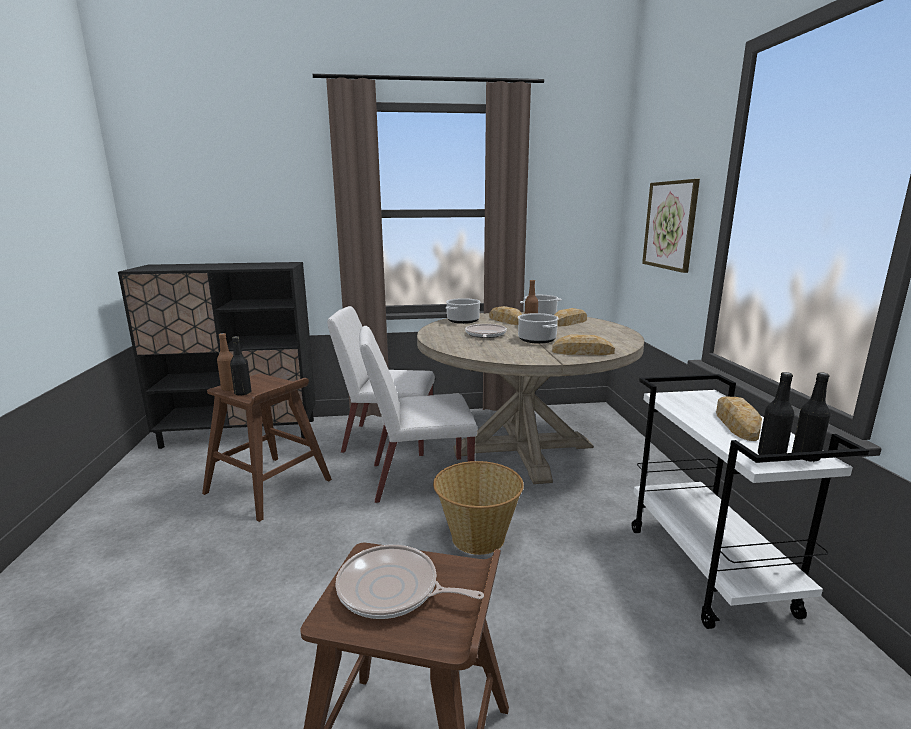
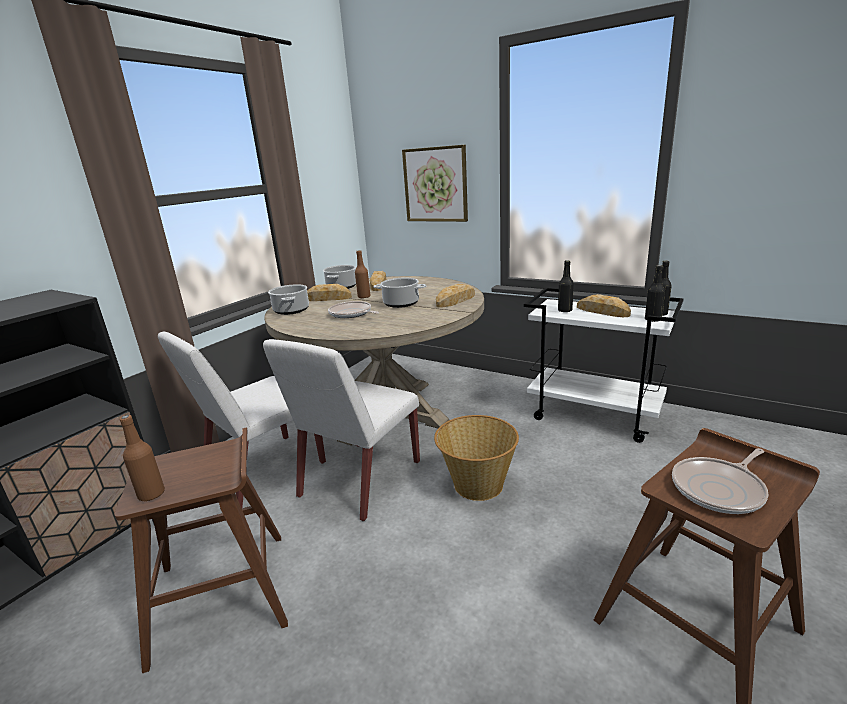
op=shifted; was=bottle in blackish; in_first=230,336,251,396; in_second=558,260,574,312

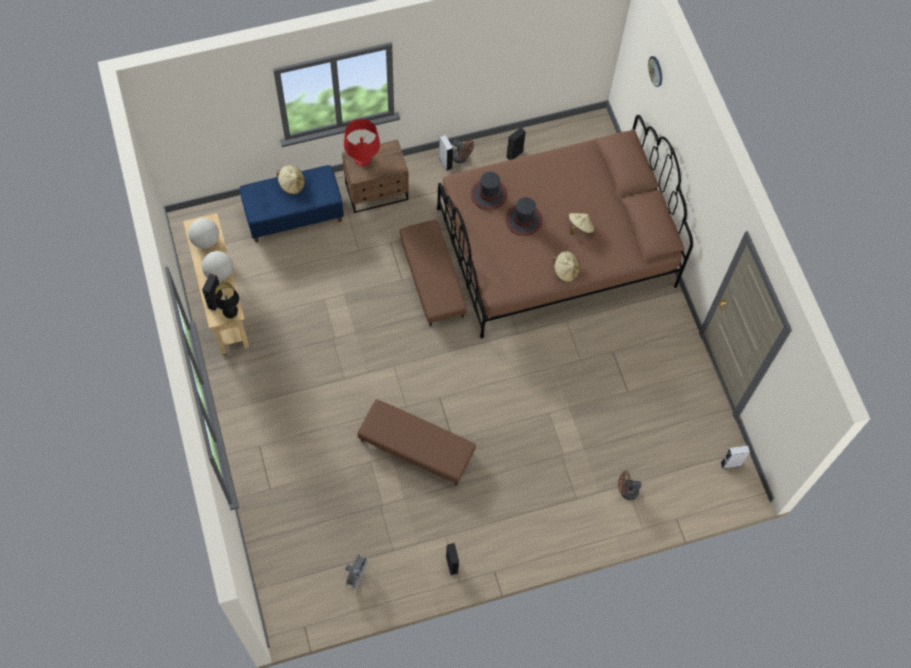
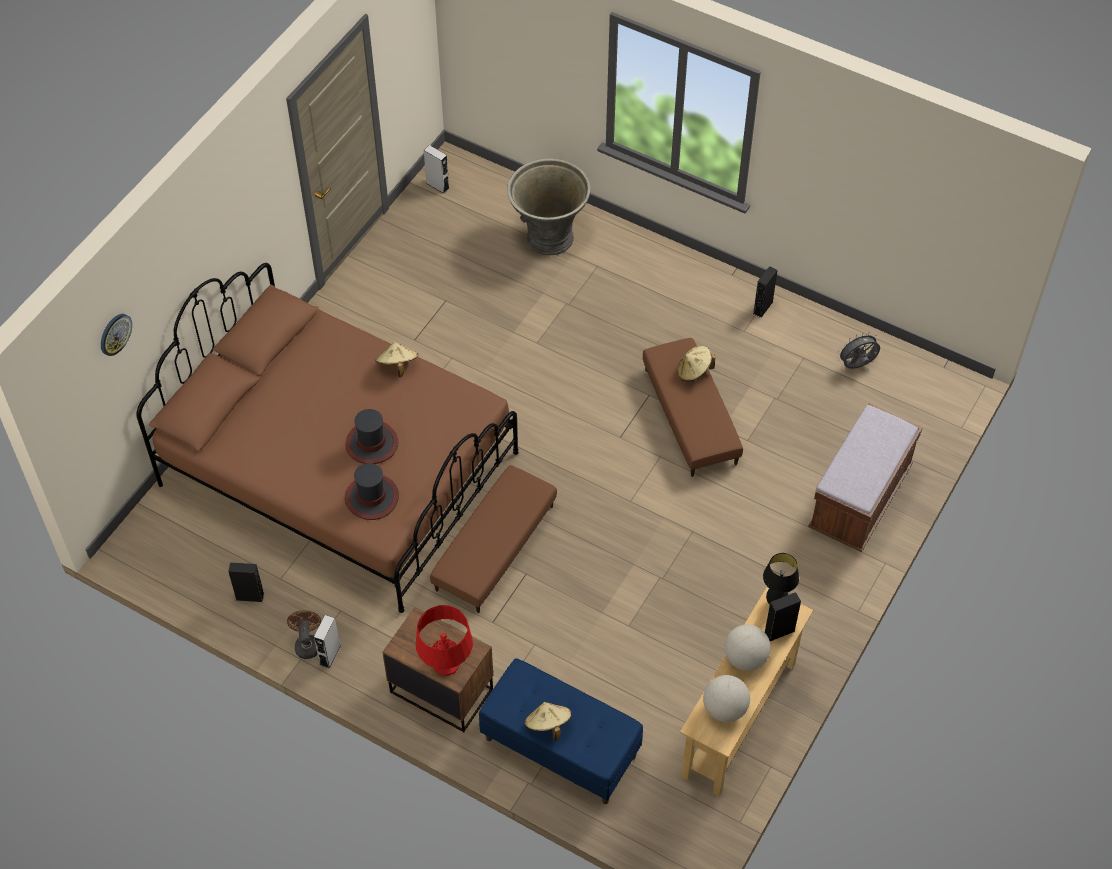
op=swapped; was=fan in brownish; now=planter in gray; in_first=618,471,642,500; in_second=507,158,590,255
op=shifted; was=wearable hat in beige; in_first=568,212,595,235; in_second=677,346,715,382
op=new; now=indoor bench in brownish; in_second=808,404,922,552

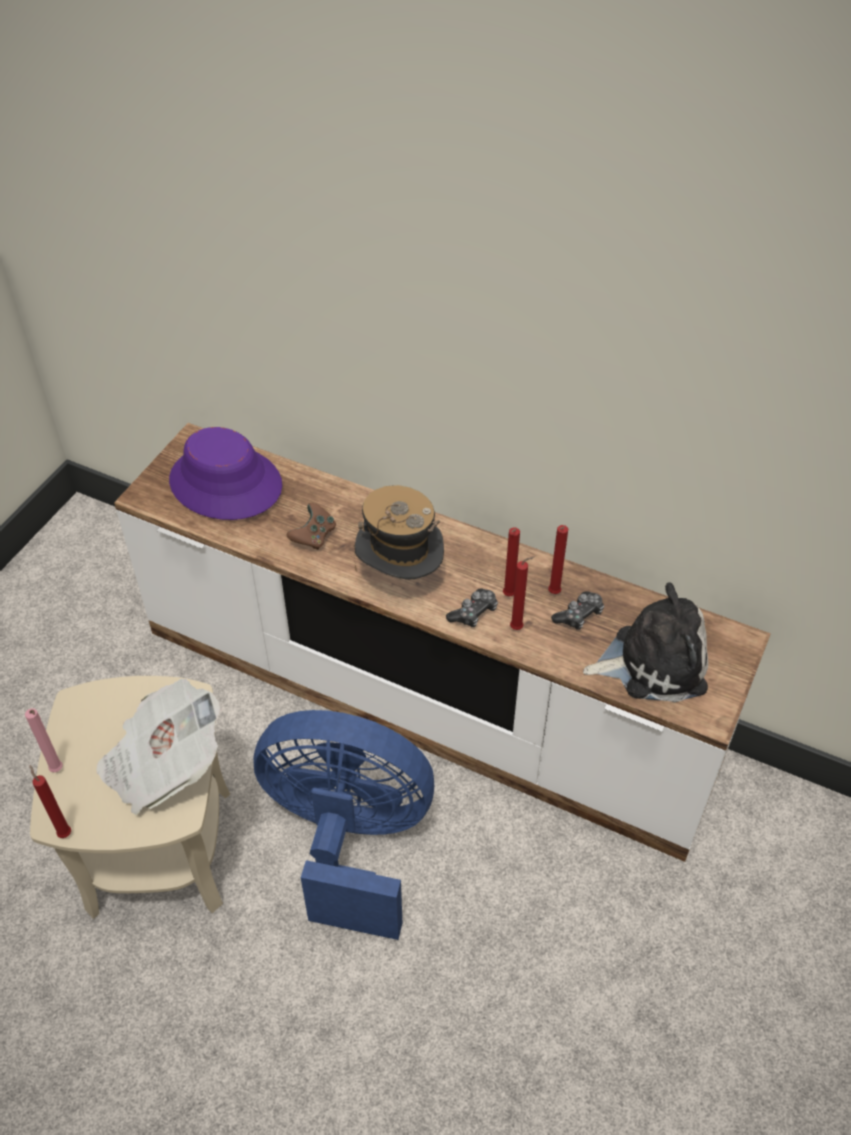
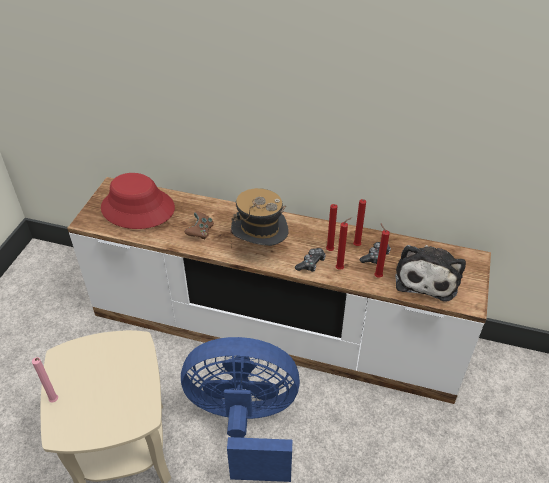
op=repainted; was=wearable hat in purplish; now=wearable hat in reddish; in_first=169,427,282,520; in_second=101,173,175,229
op=shifted; was=wax light in reddish; in_first=30,765,71,838; in_second=374,223,390,278
op=rotated; was=soft toy; in_first=583,583,708,702; in_second=395,245,466,302; clockwise=120
op=gone; was=daily paper; in_first=96,679,221,815

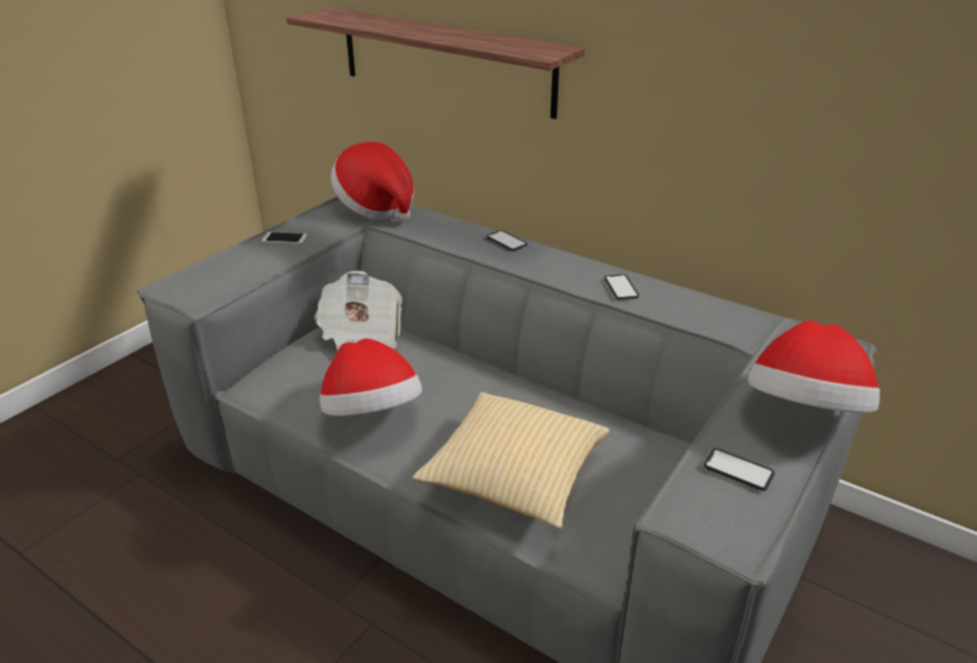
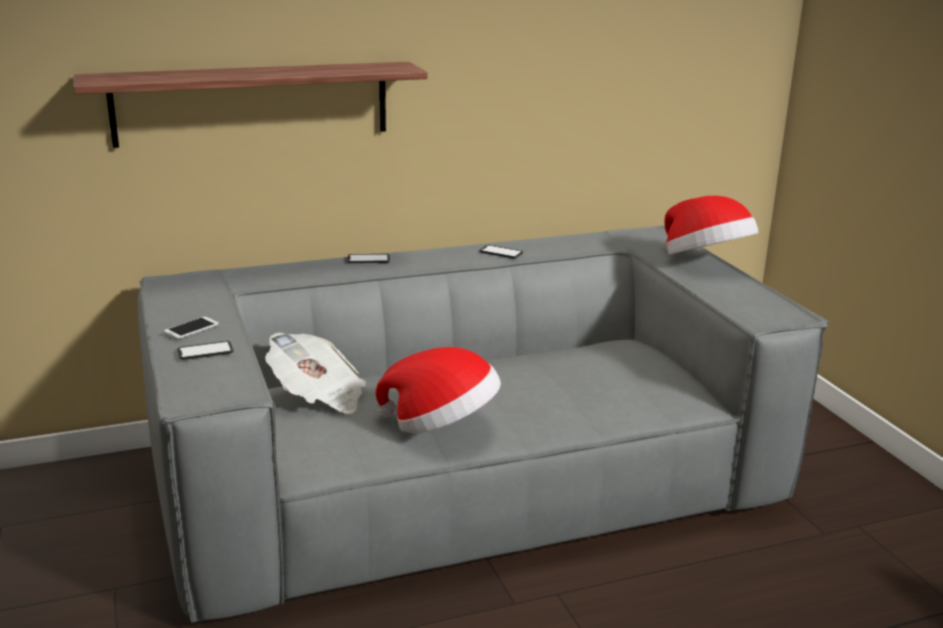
op=shifted; was=handset; in_first=703,448,775,491; in_second=177,341,234,360
op=gone; was=wearable hat; in_first=331,142,414,222
op=gone; was=pillow; in_first=413,392,610,529

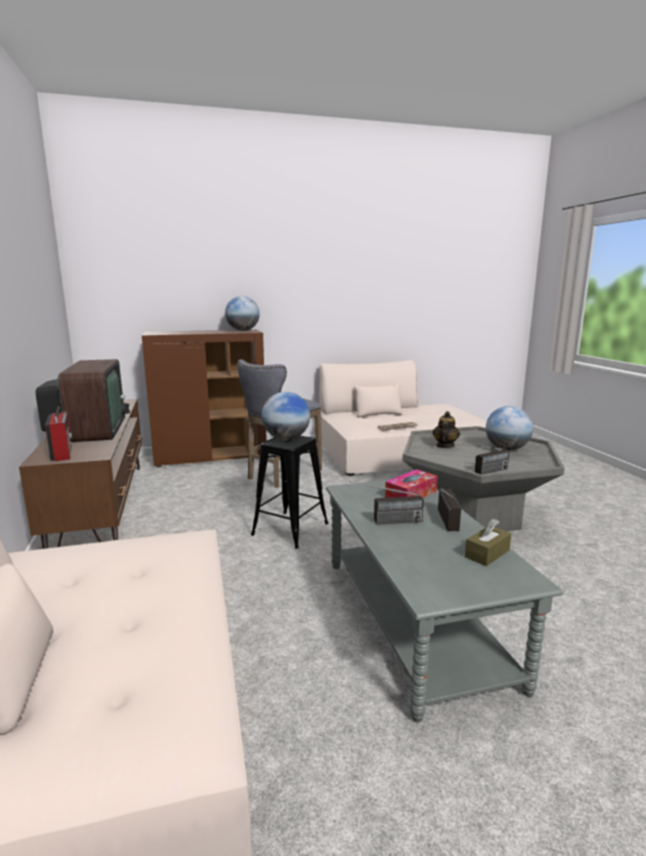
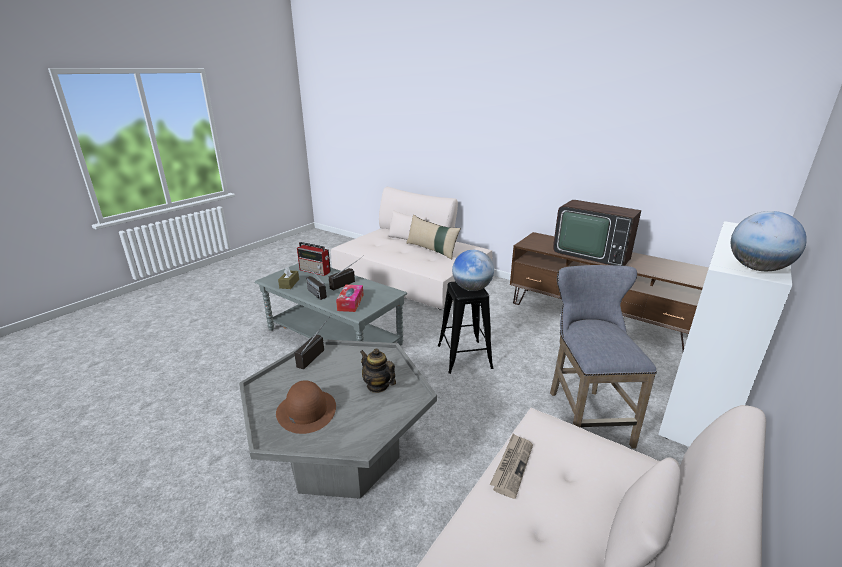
op=swapped; was=desk globe; now=wearable hat in brownish; in_first=486,406,533,451; in_second=276,380,336,434
op=shifted; was=radio receiver; in_first=45,406,72,461; in_second=297,242,331,276
op=rotated; was=tea pot; in_first=433,411,460,448; in_second=360,348,396,393; clockwise=150
op=new; now=pillow in beige; in_second=407,215,461,259
op=repainted; was=cupboard in brownish; now=cupboard in whitish; in_first=142,330,267,467; in_second=658,221,792,447

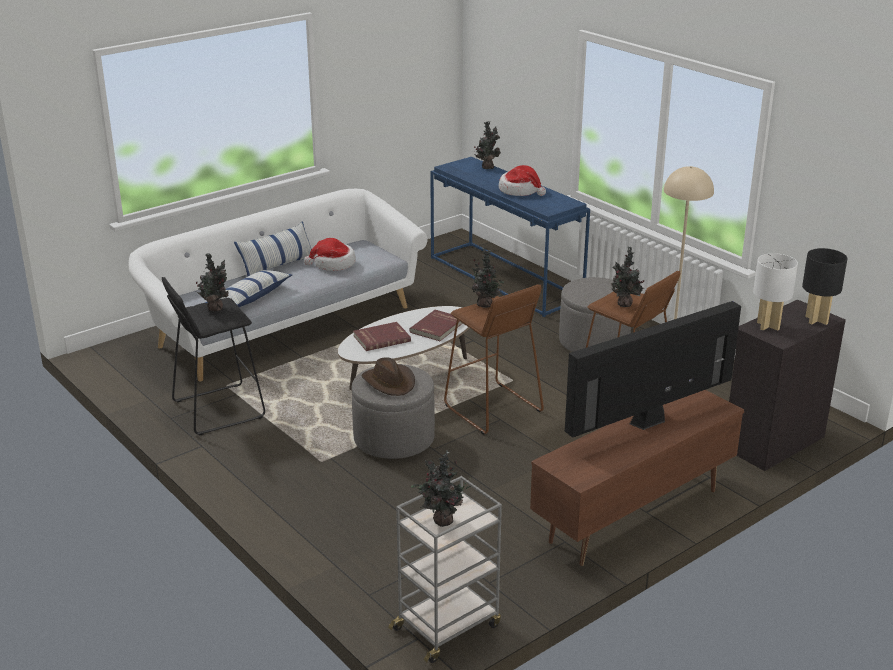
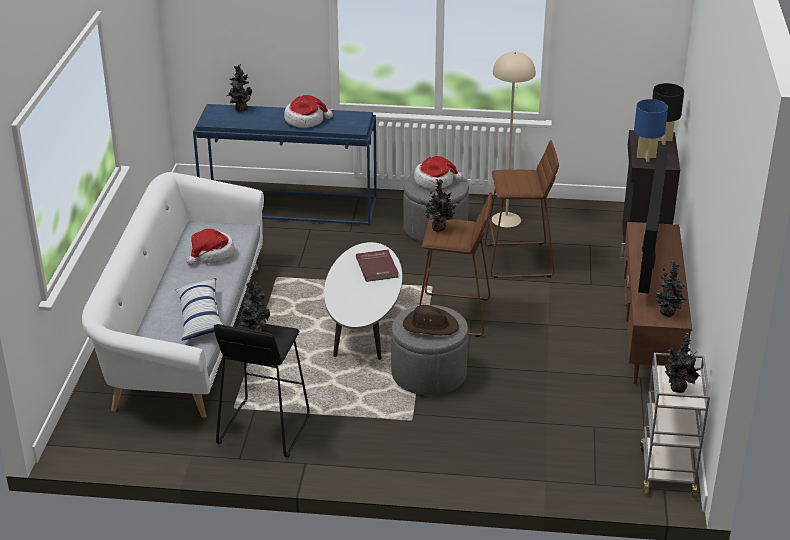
op=new; now=wearable hat; in_second=414,156,463,189
op=repainted; was=lamp for a table in whitish; now=lamp for a table in bluish; in_first=753,253,798,331; in_second=634,99,668,162
op=shifted; was=potted plant; in_first=611,247,645,307; in_second=655,260,687,317
op=gone; was=pillow; in_first=234,221,312,277
op=gone; was=bound book in reddish; in_first=353,322,411,351

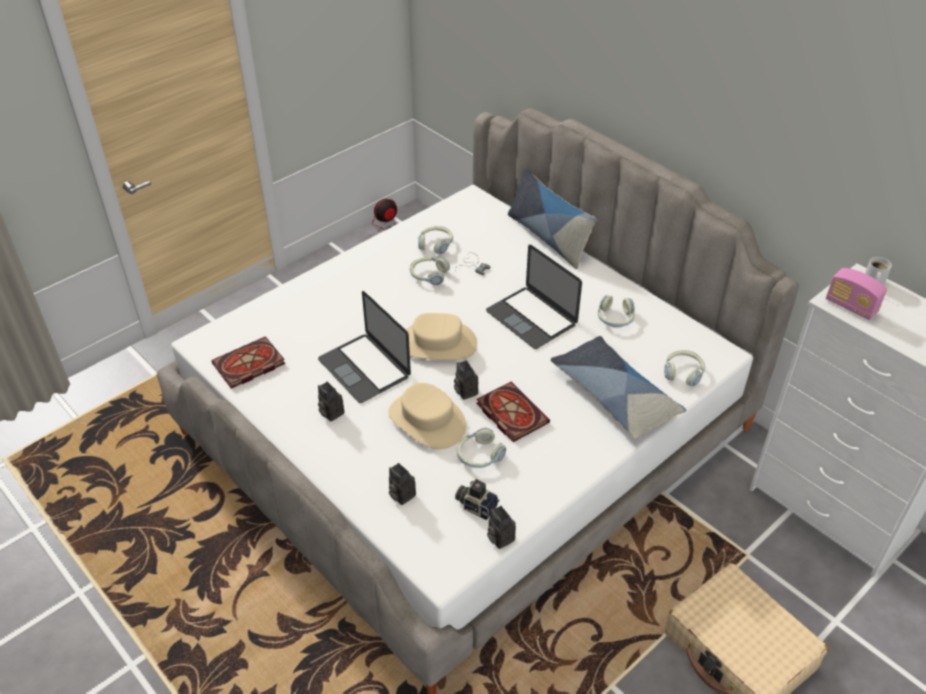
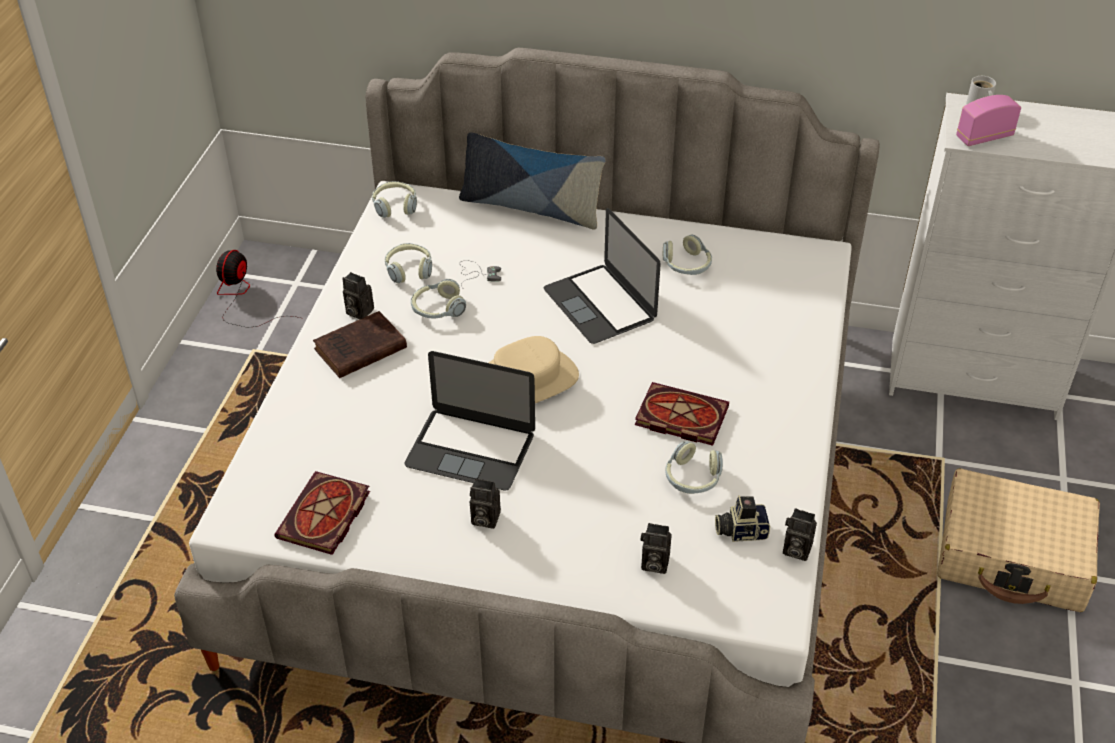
op=new; now=bound book in brownish; in_second=313,311,407,378
op=shifted; was=still camera; in_first=454,360,478,400; in_second=342,272,374,319
op=shifted; was=headphones; in_first=664,350,705,386; in_second=372,181,417,218
op=rotated; was=laptop; in_first=486,244,582,349; in_second=544,208,661,344; clockwise=45
op=rotated; was=radio receiver; in_first=826,268,887,320; in_second=956,95,1021,146; clockwise=150
op=gone; was=wearable hat in beige; in_first=388,383,466,449
op=gone; was=pillow; in_first=551,336,686,440

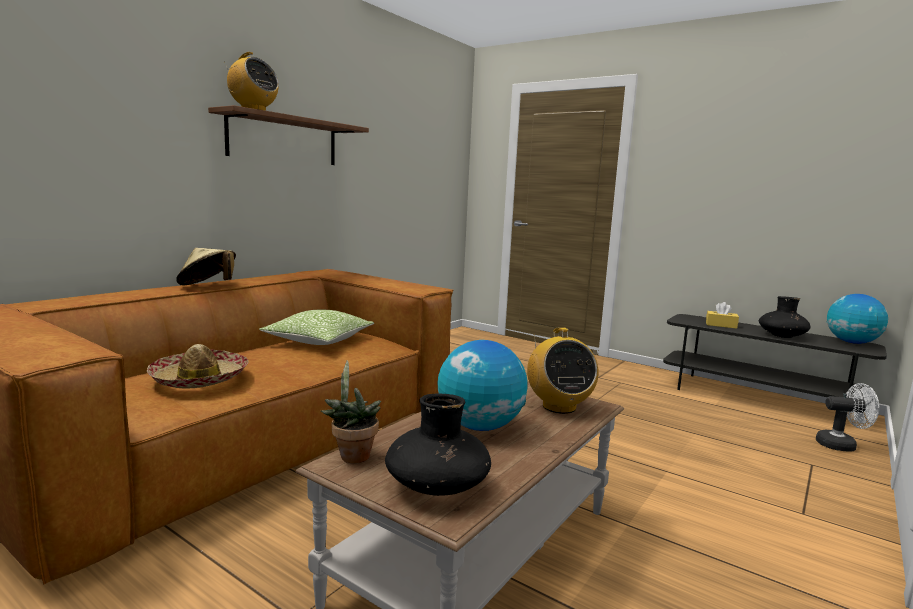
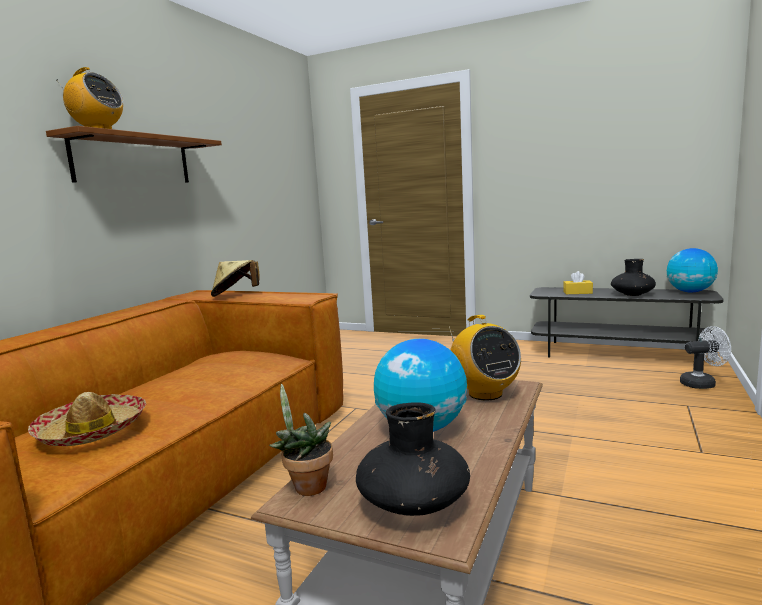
op=shifted; was=wearable hat in beige; in_first=176,248,236,285; in_second=211,260,259,297
op=gone; was=pillow; in_first=259,310,374,345

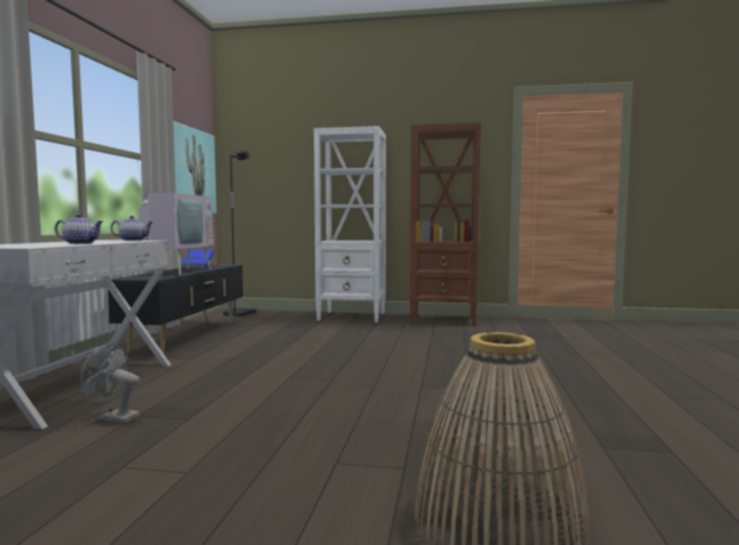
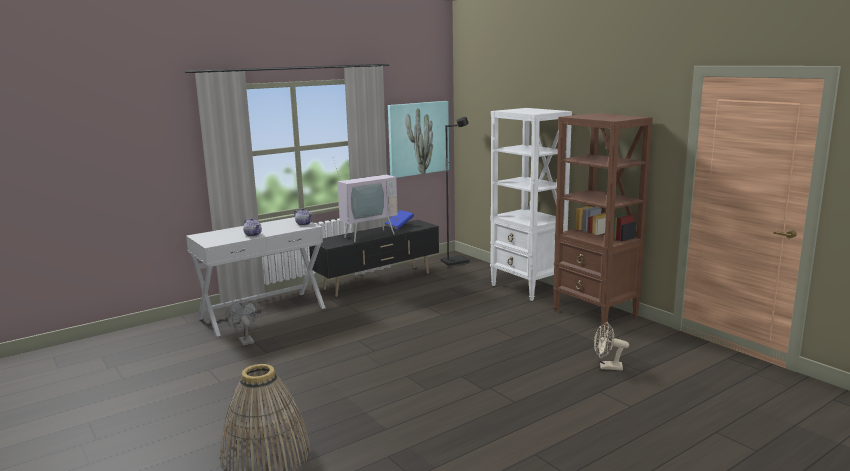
op=new; now=fan in beige; in_second=594,322,629,370

